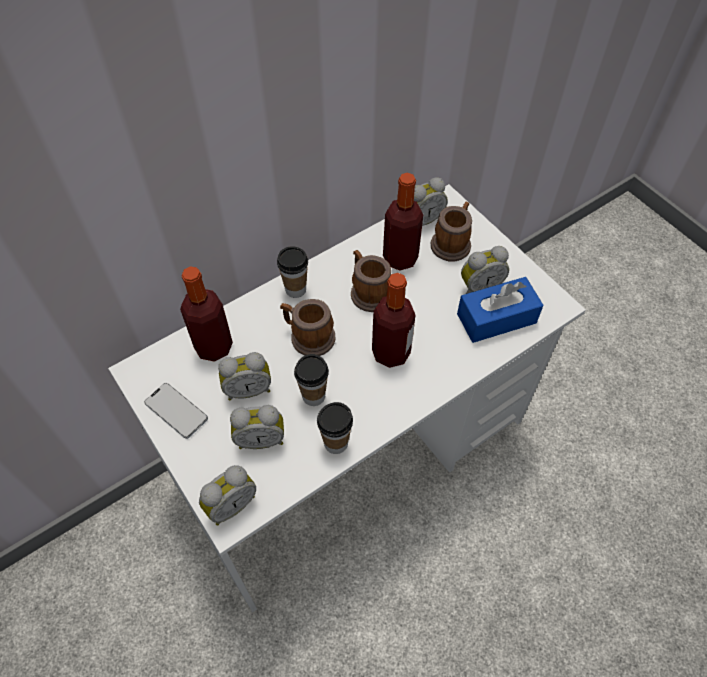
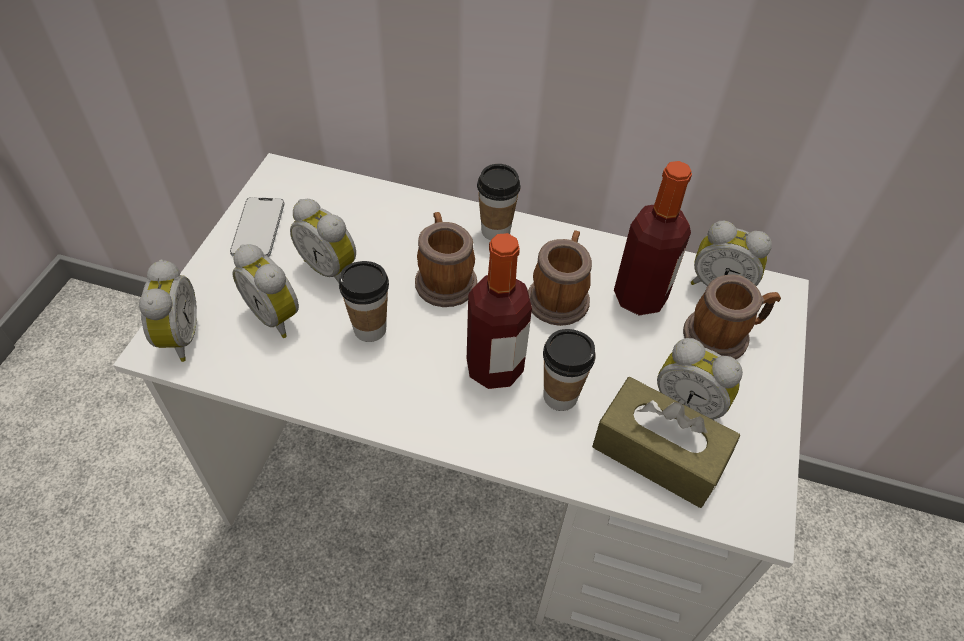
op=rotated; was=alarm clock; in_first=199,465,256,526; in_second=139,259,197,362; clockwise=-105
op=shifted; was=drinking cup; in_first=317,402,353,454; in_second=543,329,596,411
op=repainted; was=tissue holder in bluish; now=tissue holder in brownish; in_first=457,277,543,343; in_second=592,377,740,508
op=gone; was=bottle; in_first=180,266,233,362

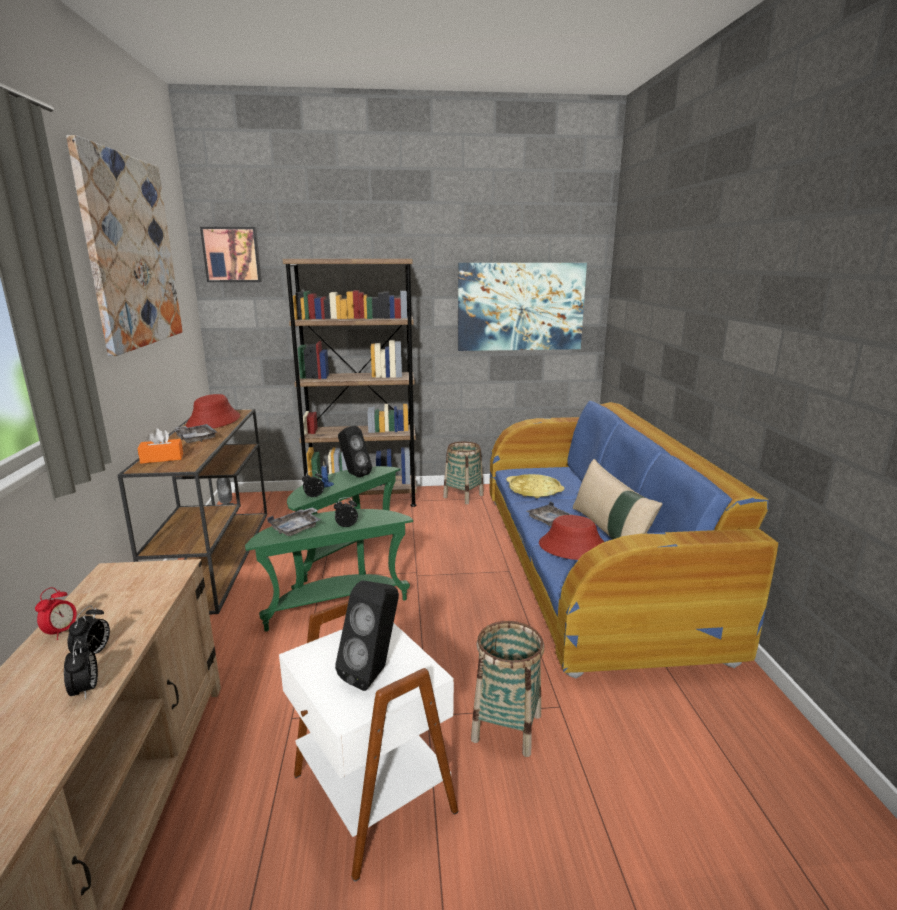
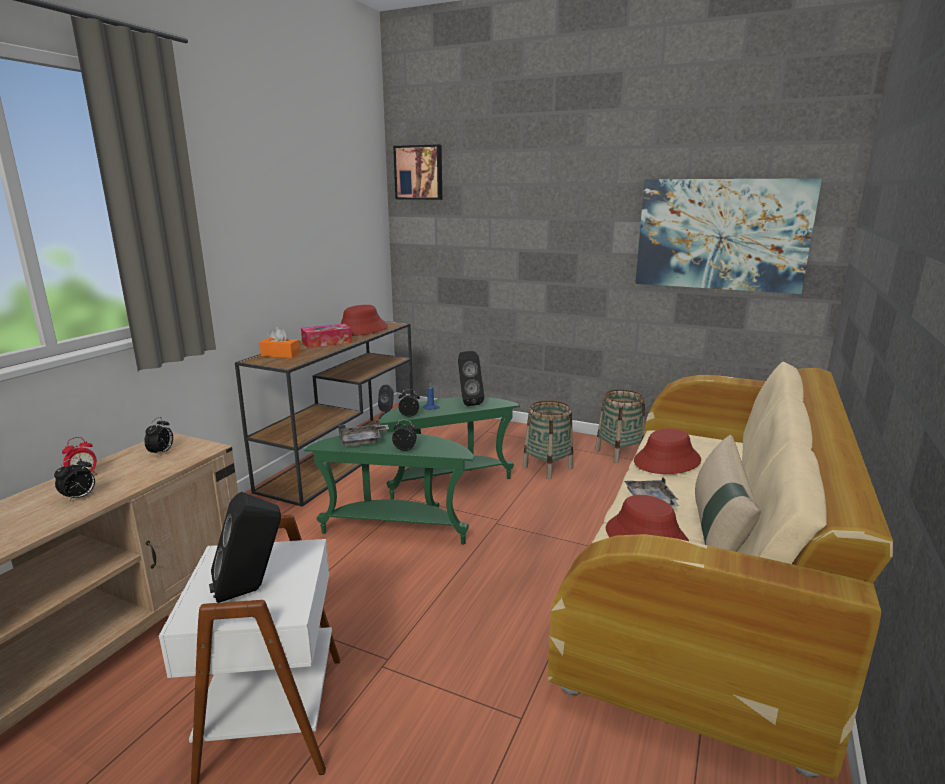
op=shifted; was=alarm clock; in_first=64,639,98,700; in_second=144,417,173,457
op=swapped; was=serving tray in gray; now=tissue holder; in_first=174,424,217,443; in_second=301,323,352,348
op=shifted; was=storage basket; in_first=471,621,544,757; in_second=522,400,573,479
op=repainted; was=settee in bluish; now=settee in beige; in_first=490,401,778,678; in_second=548,362,893,779
op=swapped; was=serving tray in yellow-coloured; now=wearable hat in reddish; in_first=506,474,564,498; in_second=634,428,701,474
op=gone; was=wall art; in_first=66,135,183,356
op=gone; was=shelving unit in brownish; in_first=283,259,417,507

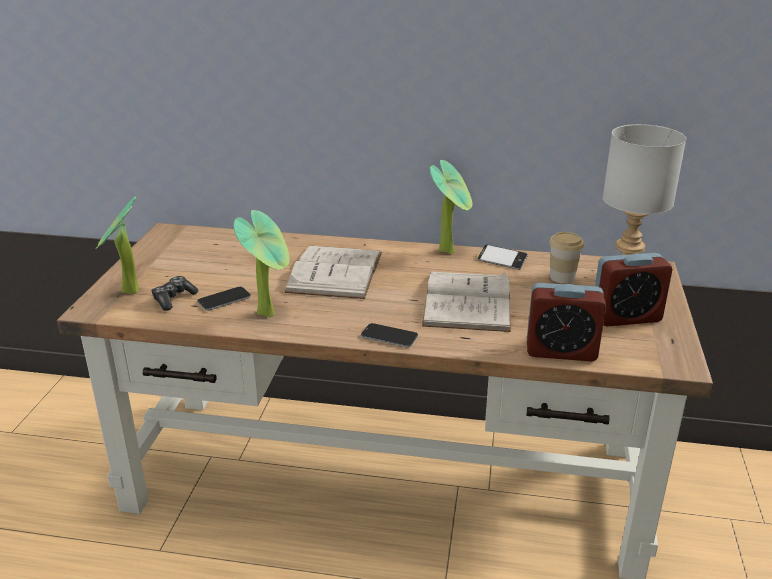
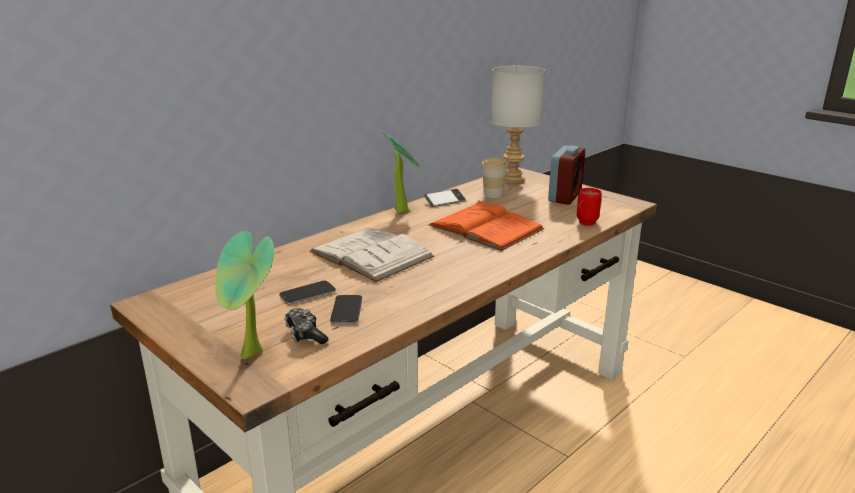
op=shifted; was=handset; in_first=361,323,418,347; in_second=279,281,336,304
op=repainted; was=bound book in whitish; now=bound book in orangey; in_first=422,272,511,332; in_second=428,201,544,251
op=swapped; was=alarm clock; now=mug in reddish; in_first=527,283,606,361; in_second=577,188,602,225
op=gone; was=potted plant; in_first=233,210,289,318

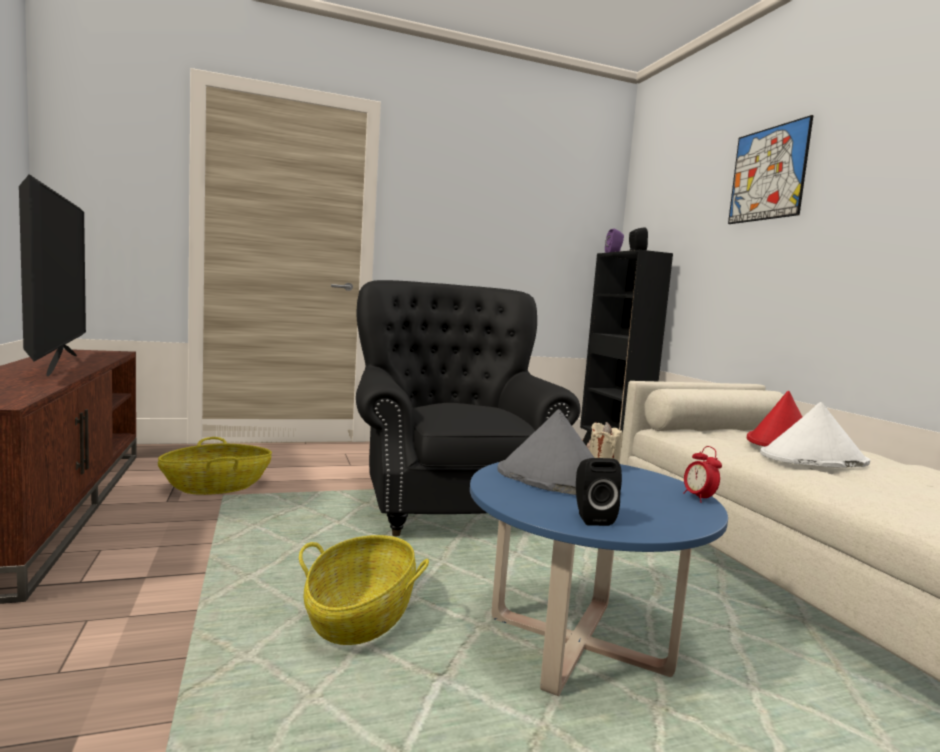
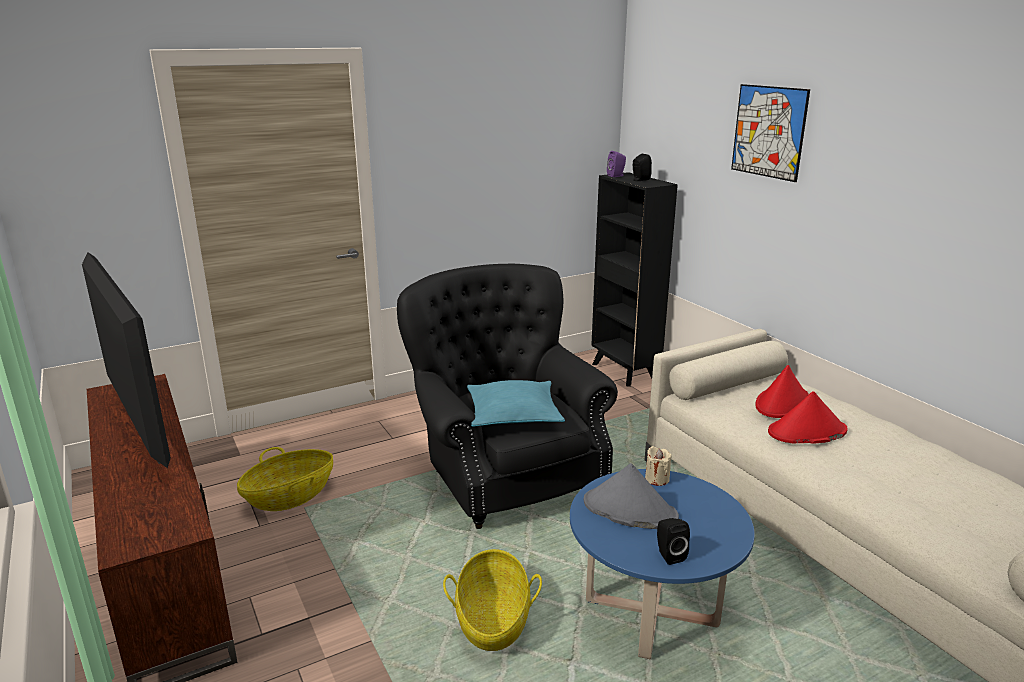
op=new; now=pillow in blue-green; in_second=467,380,565,427
op=repainted; was=wearable hat in whitish; now=wearable hat in reddish; in_first=760,402,870,468; in_second=768,391,848,444
op=gone; was=alarm clock; in_first=683,446,722,503

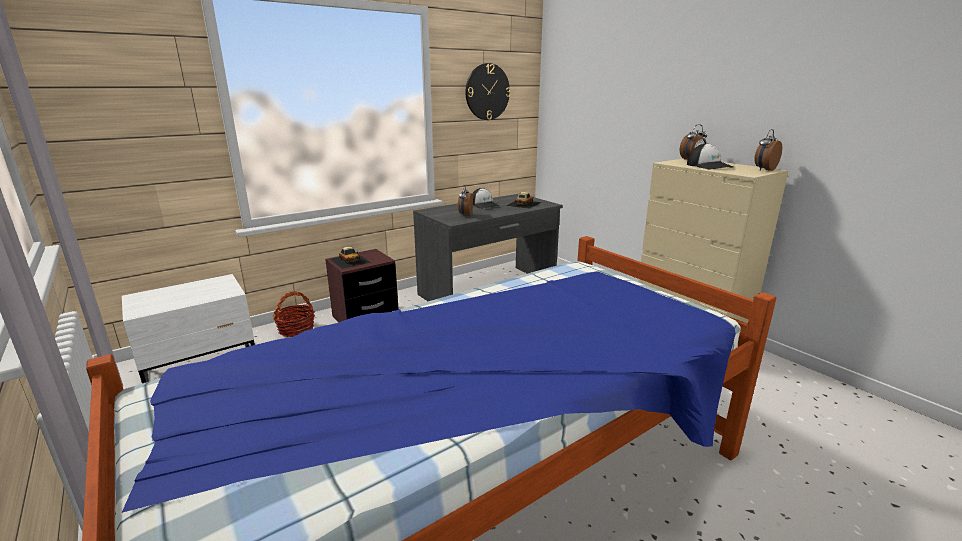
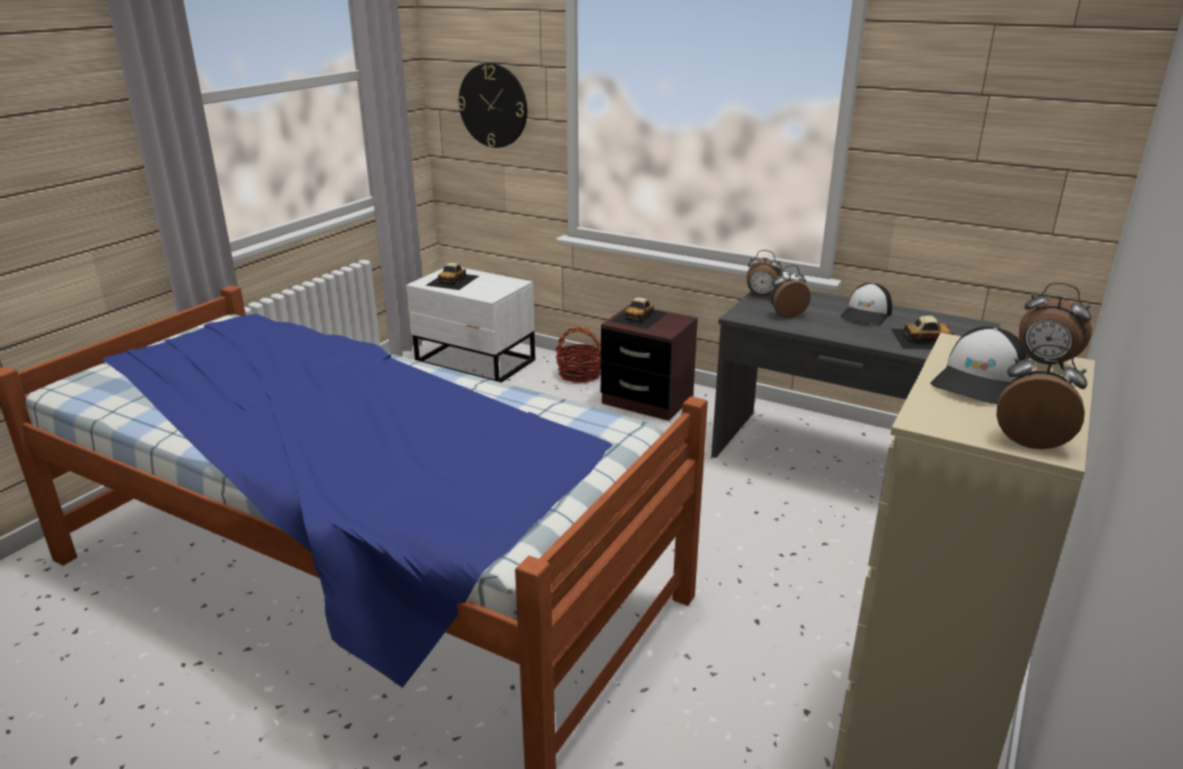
op=new; now=model car; in_second=425,263,479,290
op=shifted; was=wall clock; in_first=465,63,511,120; in_second=458,63,527,148
op=new; now=alarm clock; in_second=747,250,783,296

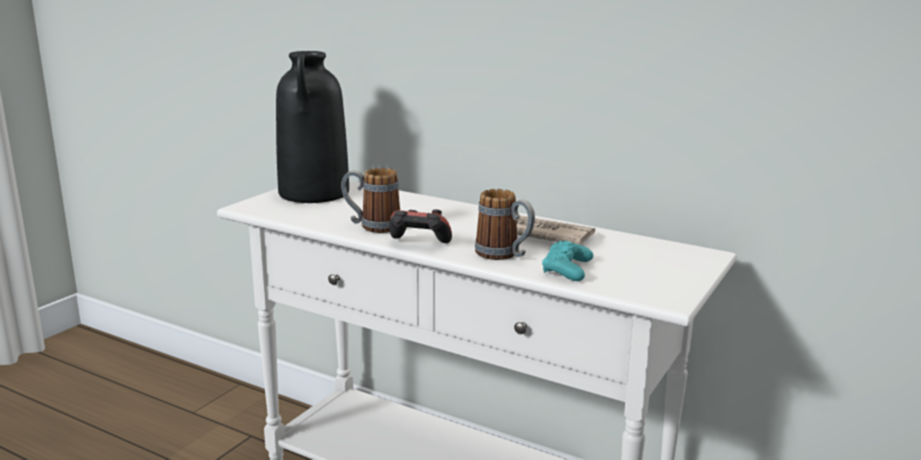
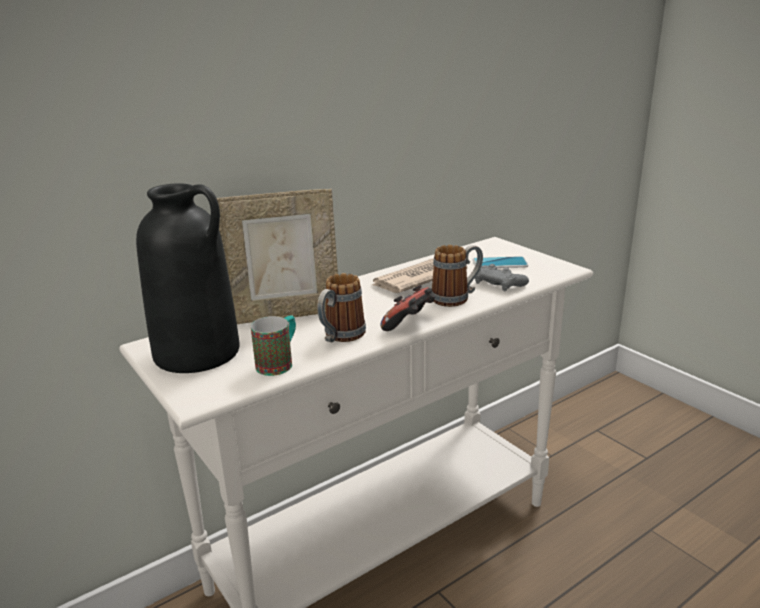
op=new; now=photo frame; in_second=217,189,338,324
op=new; now=mug; in_second=251,315,296,376
op=new; now=handset; in_second=473,256,529,268
op=repainted; was=gamepad in blue-green; now=gamepad in gray; in_first=542,241,593,281; in_second=475,264,529,291

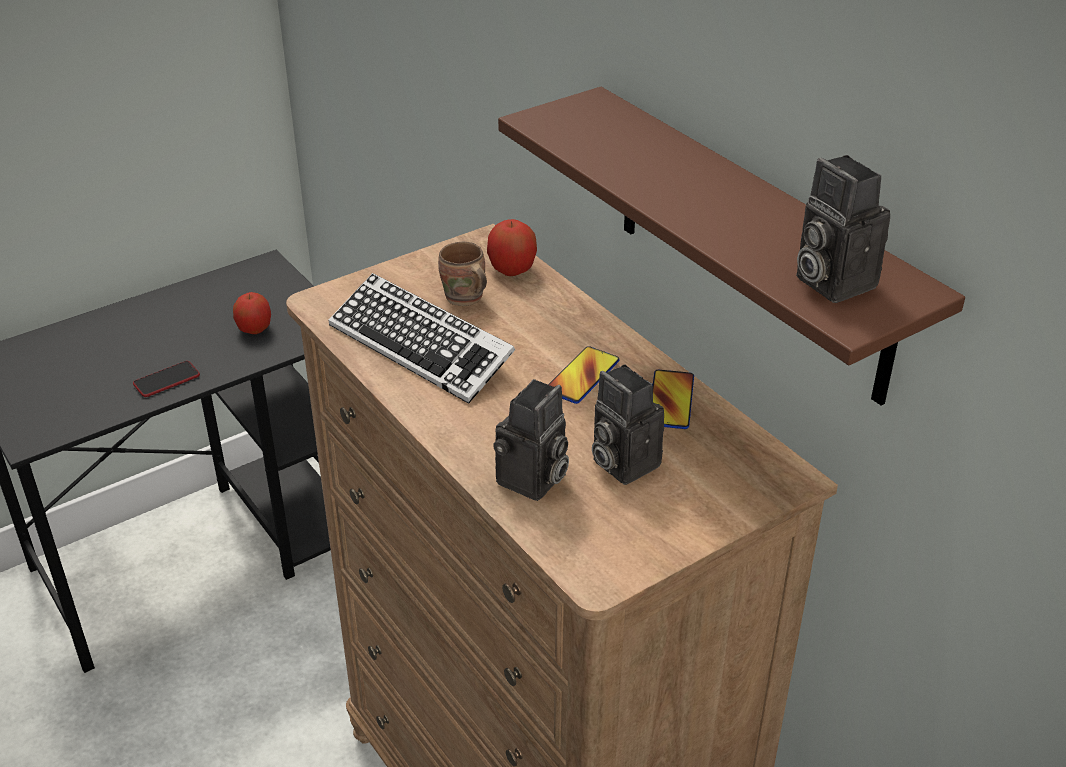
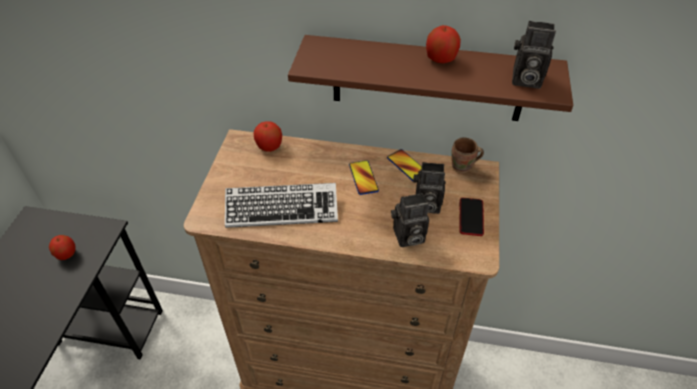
op=rotated; was=still camera; in_first=493,379,569,501; in_second=391,193,429,247; clockwise=90
op=new; now=whole apple; in_second=426,25,461,63
op=shifted; was=mug in brownish; in_first=438,242,487,306; in_second=451,137,484,173
op=shifted; was=handset; in_first=133,361,200,397; in_second=459,198,484,236

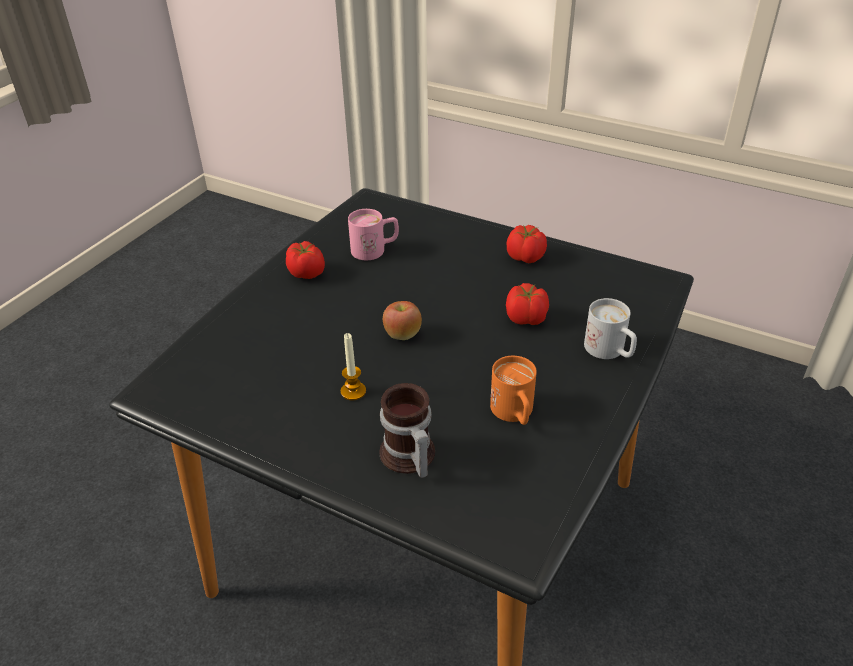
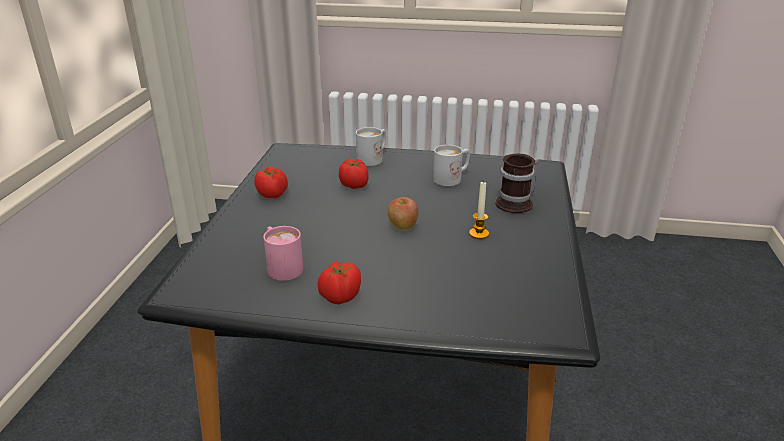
op=repainted; was=mug in orangey; now=mug in whitish; in_first=490,356,537,425; in_second=433,145,470,186

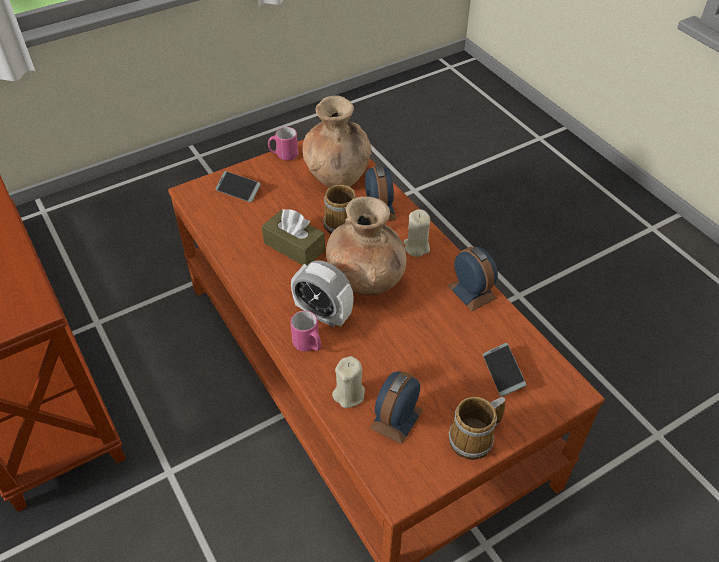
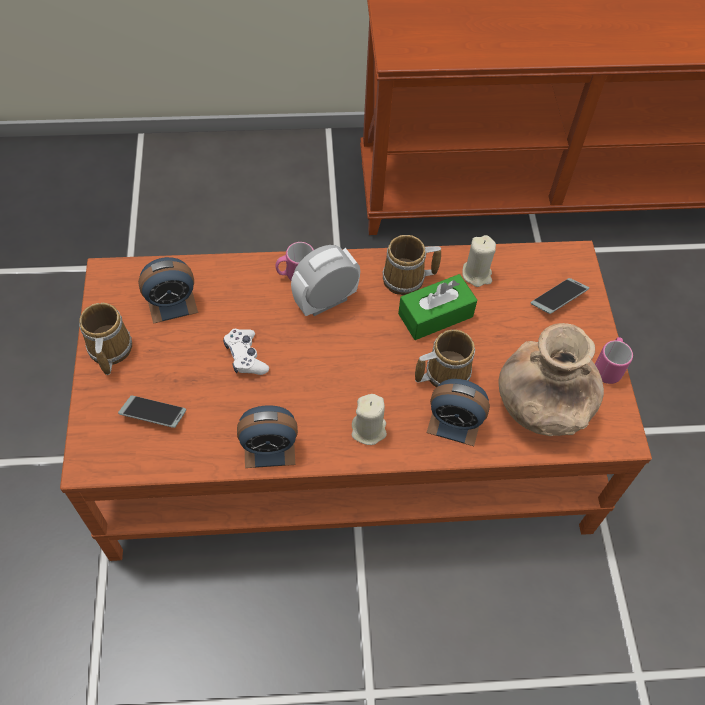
op=rotated; was=alarm clock; in_first=369,371,423,445; in_second=138,257,198,324; clockwise=105
op=new; now=gamepad in whitish; in_second=223,329,269,375
op=new; now=mug; in_second=382,235,441,295
op=repainted; was=tissue holder in brownish; now=tissue holder in green; in_first=262,209,325,266; in_second=398,274,477,340
op=shifted; was=wax light in beige; in_first=332,356,365,408; in_second=462,235,496,287
op=gone; was=flower vase in brownish; in_first=326,197,406,295

